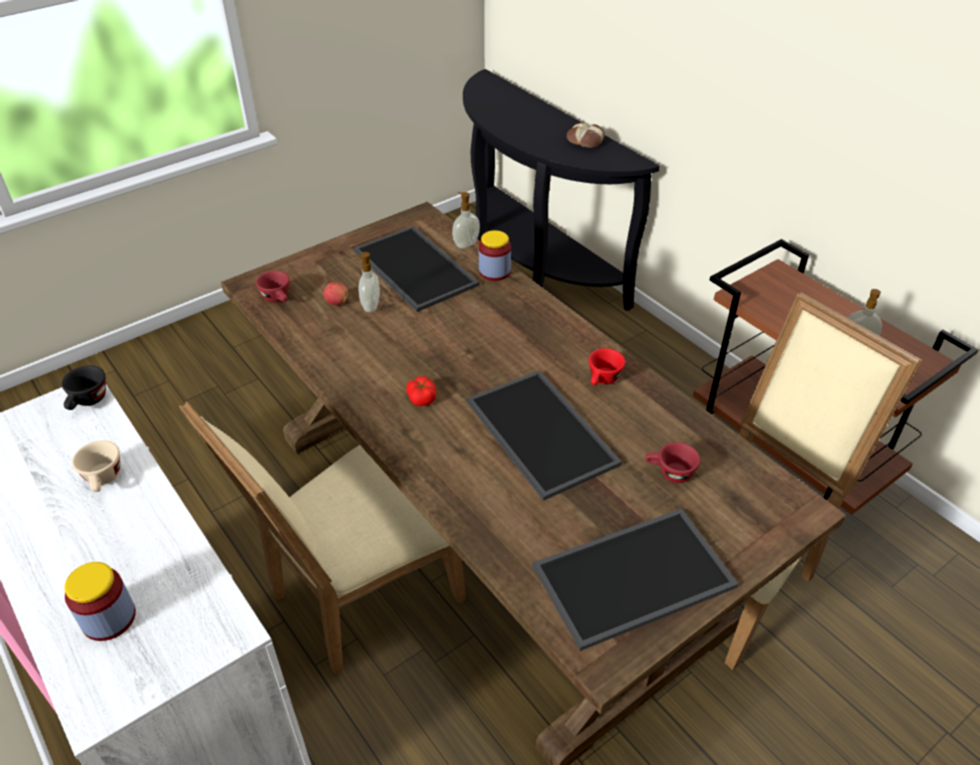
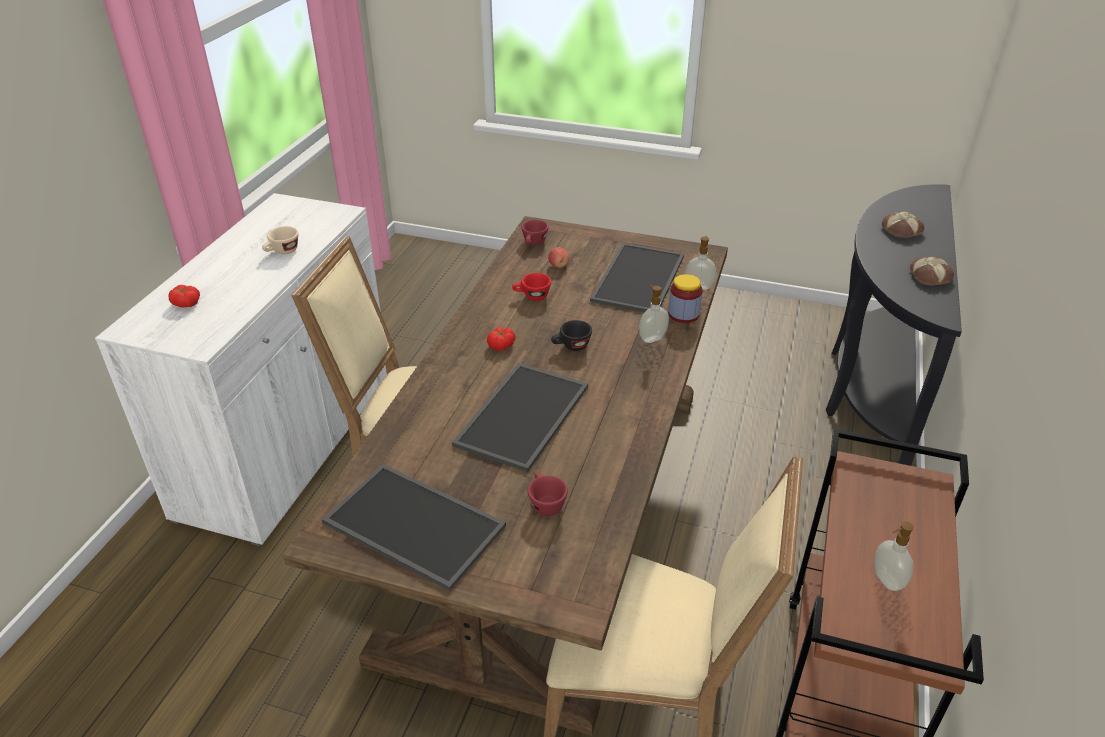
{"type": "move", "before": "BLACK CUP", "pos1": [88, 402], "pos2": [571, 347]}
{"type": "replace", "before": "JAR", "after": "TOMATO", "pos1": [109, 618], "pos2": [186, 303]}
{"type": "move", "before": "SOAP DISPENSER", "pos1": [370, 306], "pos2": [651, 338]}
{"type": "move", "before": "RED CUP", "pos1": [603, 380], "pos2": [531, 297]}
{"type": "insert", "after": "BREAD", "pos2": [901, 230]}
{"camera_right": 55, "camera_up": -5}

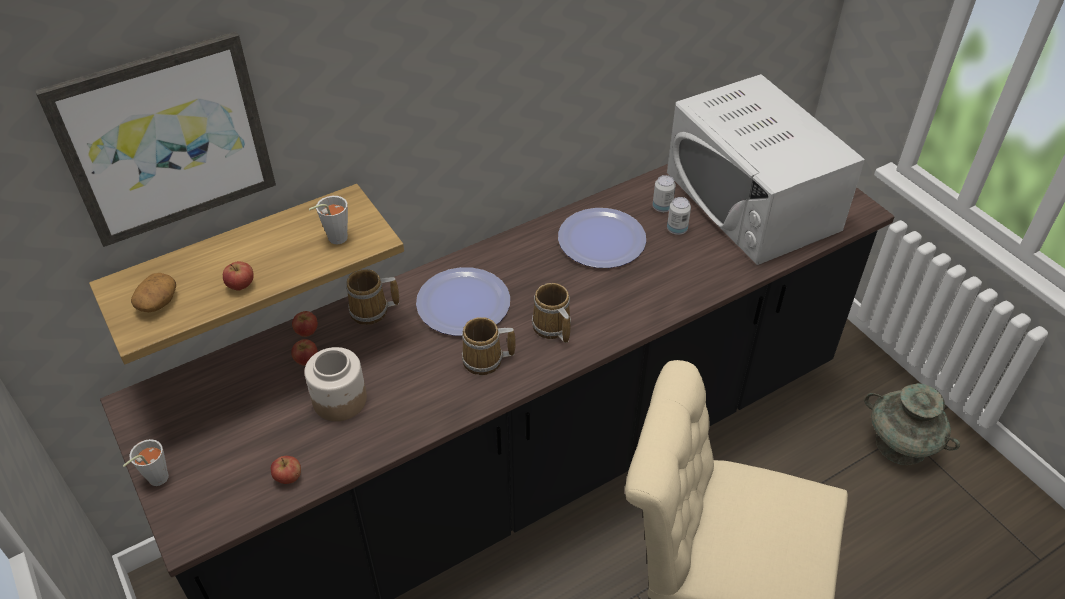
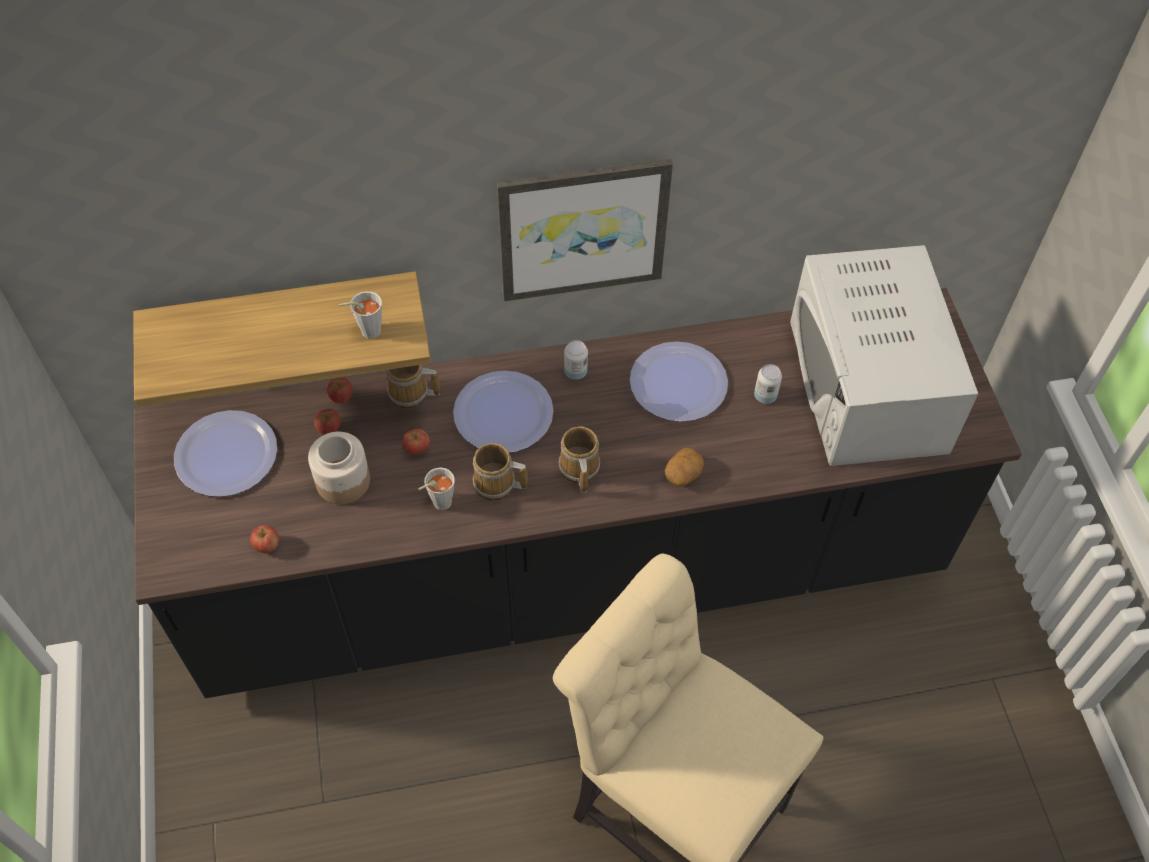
{"type": "move", "before": "PICTURE", "pos1": [165, 139], "pos2": [582, 229]}
{"type": "move", "before": "GREY CUP", "pos1": [154, 481], "pos2": [438, 504]}
{"type": "move", "before": "POTATO", "pos1": [158, 302], "pos2": [683, 474]}
{"type": "move", "before": "APPLE", "pos1": [241, 286], "pos2": [417, 449]}
{"type": "move", "before": "CAN", "pos1": [662, 207], "pos2": [575, 372]}
{"type": "delete", "before": "TURQUOISE VASE", "pos1": [900, 444]}
{"type": "insert", "after": "PLATE", "pos2": [227, 455]}
{"camera_right": 20, "camera_up": 10}

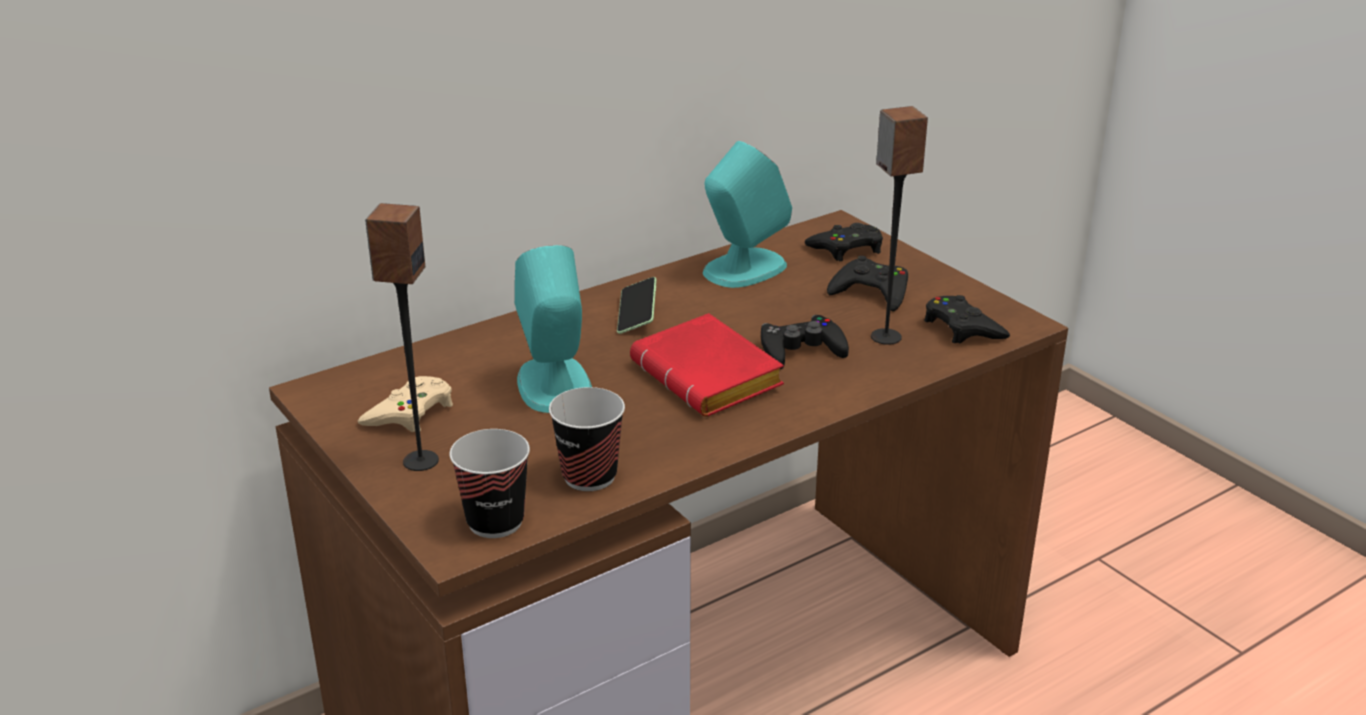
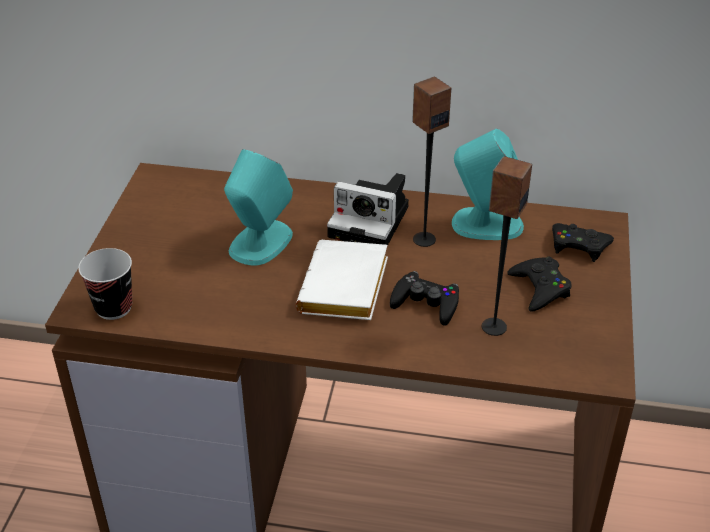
{"type": "delete", "before": "BEIGE GAME CONTROLLER", "pos1": [410, 413]}
{"type": "move", "before": "SPEAKER", "pos1": [420, 461], "pos2": [424, 239]}
{"type": "delete", "before": "CUP", "pos1": [589, 476]}
{"type": "replace", "before": "PHONE", "after": "PHOTO CAMERA", "pos1": [637, 315], "pos2": [372, 222]}
{"type": "recolor", "before": "RED BOOK", "after": "WHITE BOOK", "pos1": [712, 378], "pos2": [346, 290]}
{"type": "delete", "before": "BLACK GAME CONTROLLER", "pos1": [962, 328]}
{"camera_right": 45, "camera_up": 10}

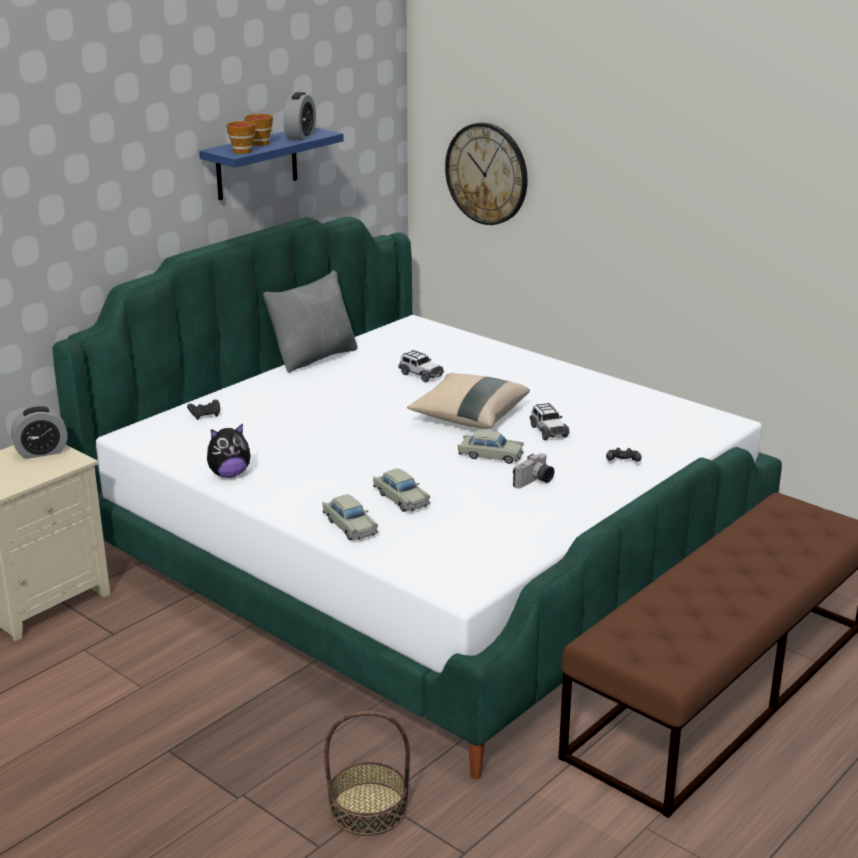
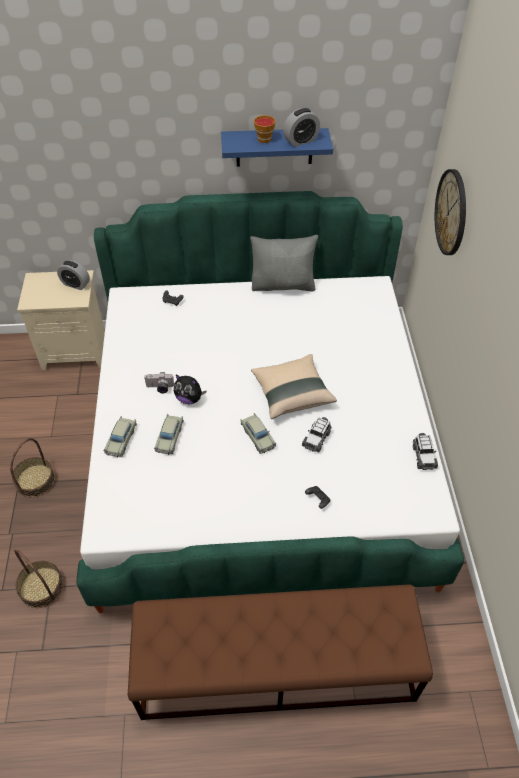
{"type": "move", "before": "PLUSH TOY", "pos1": [229, 474], "pos2": [189, 398]}
{"type": "delete", "before": "CUP", "pos1": [240, 151]}
{"type": "move", "before": "TOY CAR", "pos1": [420, 375], "pos2": [423, 456]}
{"type": "move", "before": "PHOTO CAMERA", "pos1": [535, 482], "pos2": [160, 388]}
{"type": "insert", "after": "BASKET", "pos2": [35, 480]}
{"camera_right": 45, "camera_up": 25}

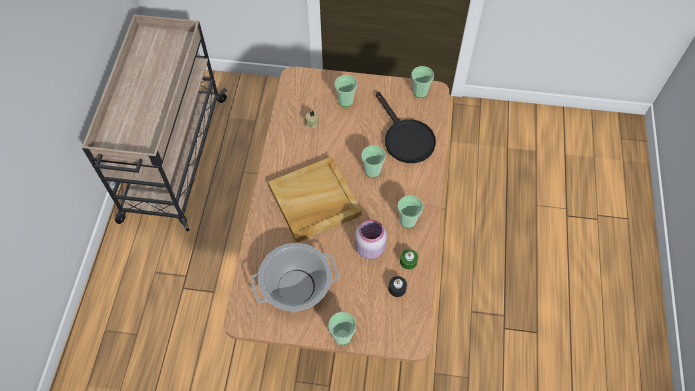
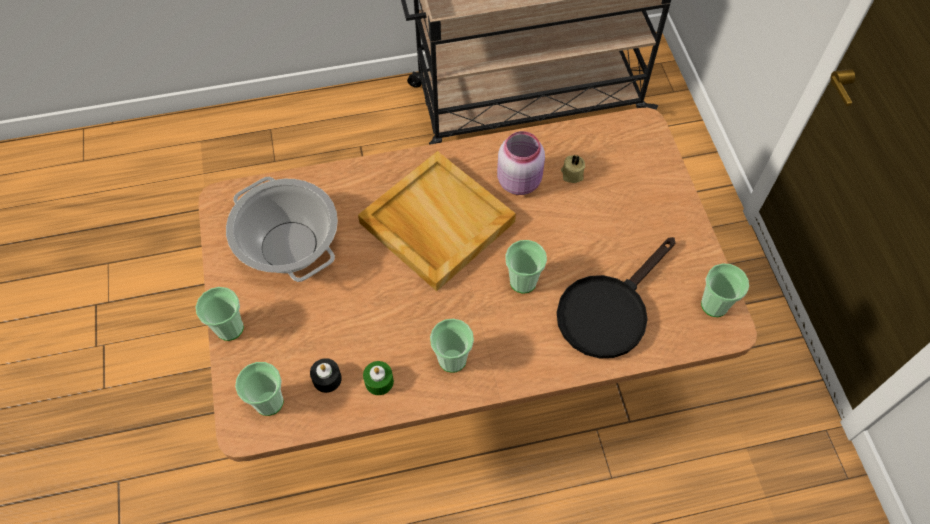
{"type": "move", "before": "CUP", "pos1": [345, 101], "pos2": [269, 402]}
{"type": "move", "before": "PINK JAR", "pos1": [369, 247], "pos2": [520, 181]}
{"camera_right": 70, "camera_up": 0}

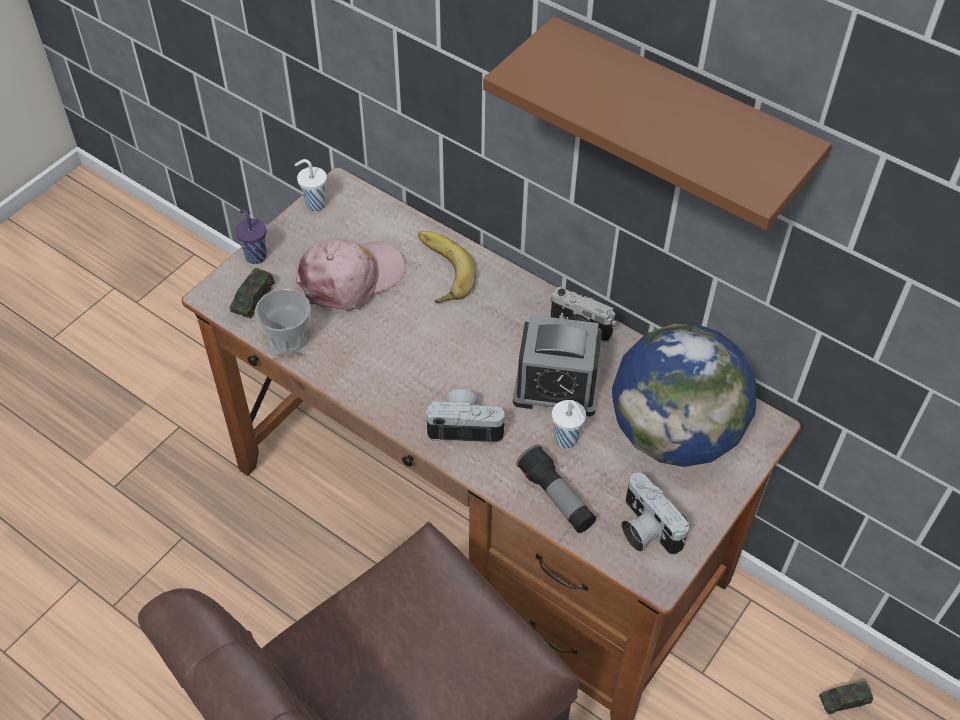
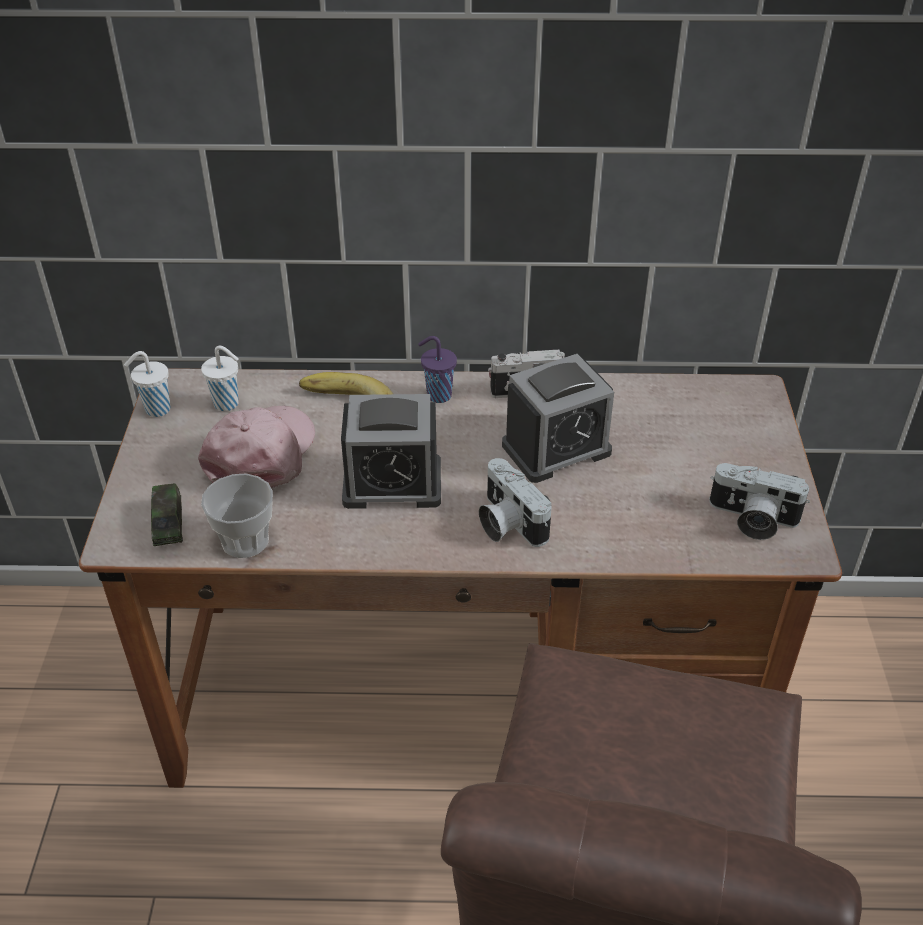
{"type": "move", "before": "PURPLE CUP", "pos1": [255, 255], "pos2": [437, 395]}
{"type": "rotate", "before": "PHOTO CAMERA", "pos1": [466, 426], "pos2": [506, 523], "turn": -90}
{"type": "delete", "before": "BROWN SHELF", "pos1": [677, 124]}
{"type": "delete", "before": "FLASHLIGHT", "pos1": [556, 497]}
{"type": "move", "before": "WHITE CUP", "pos1": [567, 440], "pos2": [228, 404]}
{"type": "delete", "before": "GLOBE", "pos1": [674, 434]}
{"type": "delete", "before": "TOY CAR", "pos1": [844, 700]}
{"type": "insert", "after": "ALARM CLOCK", "pos2": [392, 483]}
{"camera_right": -35, "camera_up": -10}

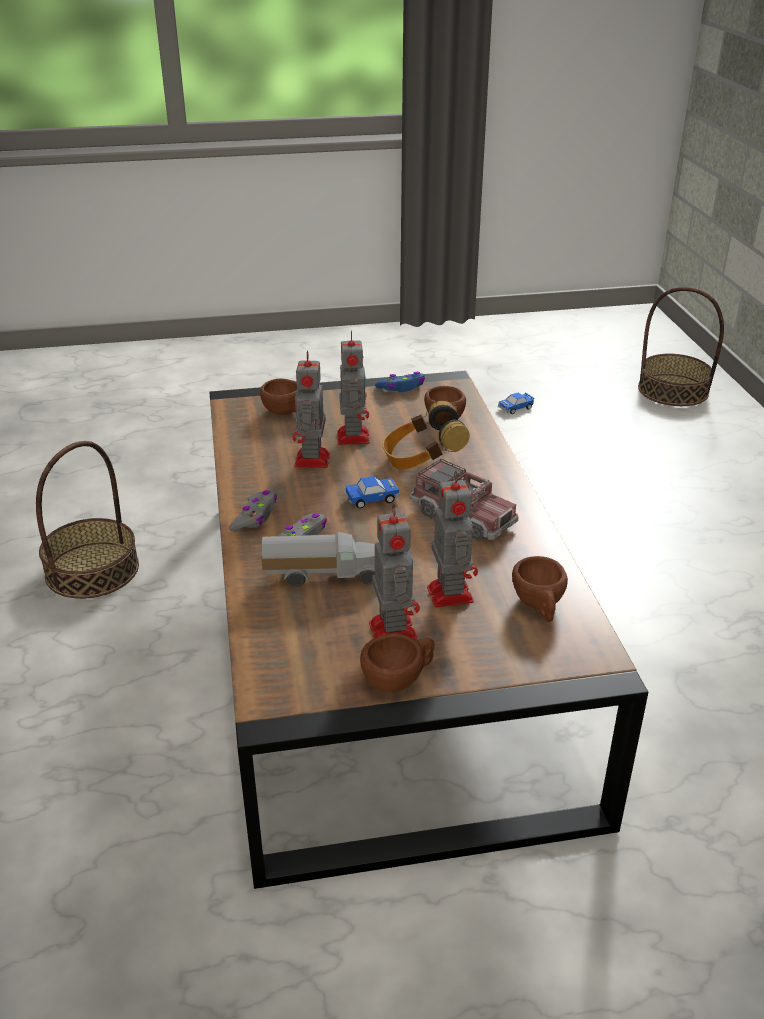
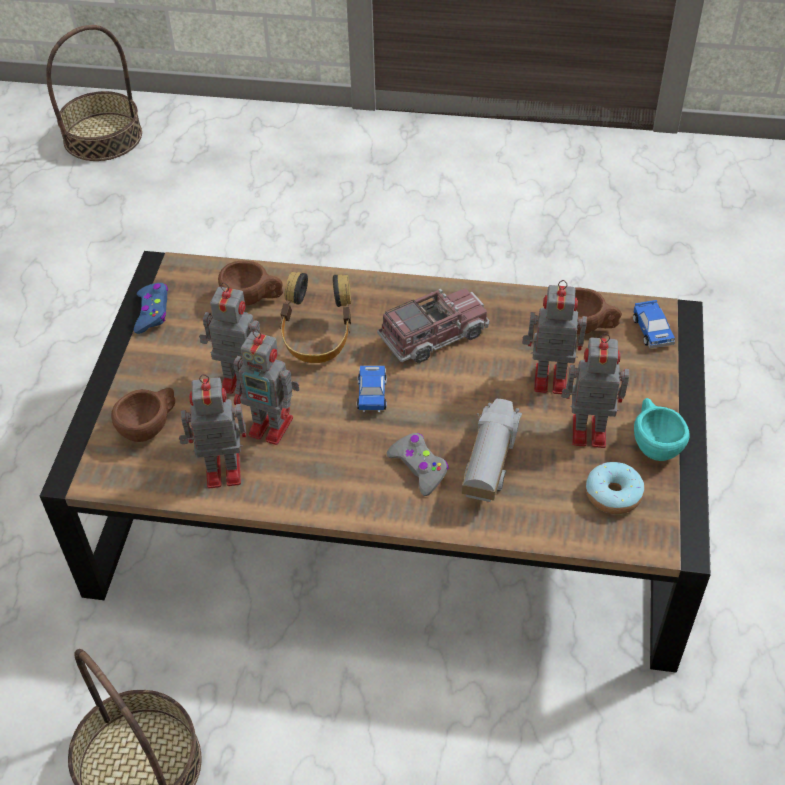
{"type": "delete", "before": "GREY GAME CONTROLLER", "pos1": [255, 517]}
{"type": "recolor", "before": "BROWN CUP", "after": "TURQUOISE CUP", "pos1": [399, 679], "pos2": [653, 442]}
{"type": "move", "before": "TOY CAR", "pos1": [516, 408], "pos2": [652, 330]}
{"type": "insert", "after": "TOY ROBOT", "pos2": [220, 471]}
{"type": "insert", "after": "DONUT", "pos2": [613, 495]}
{"camera_right": -70, "camera_up": 15}

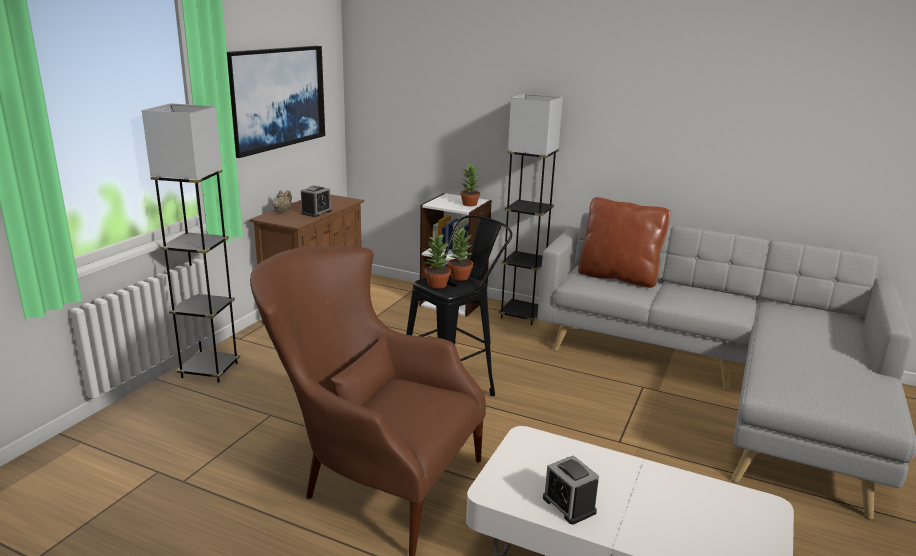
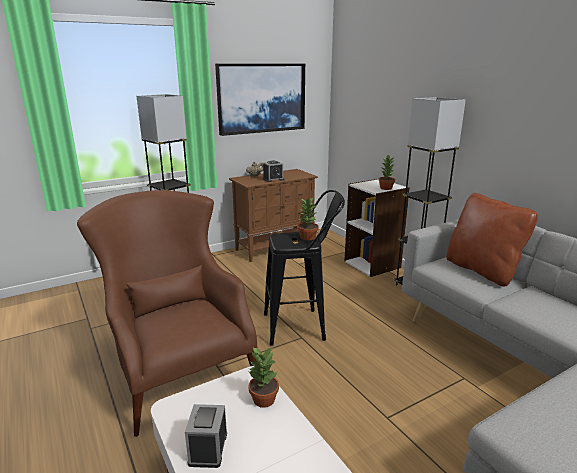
{"type": "move", "before": "POTTED PLANT", "pos1": [436, 285], "pos2": [263, 399]}
{"camera_right": 35, "camera_up": 0}

